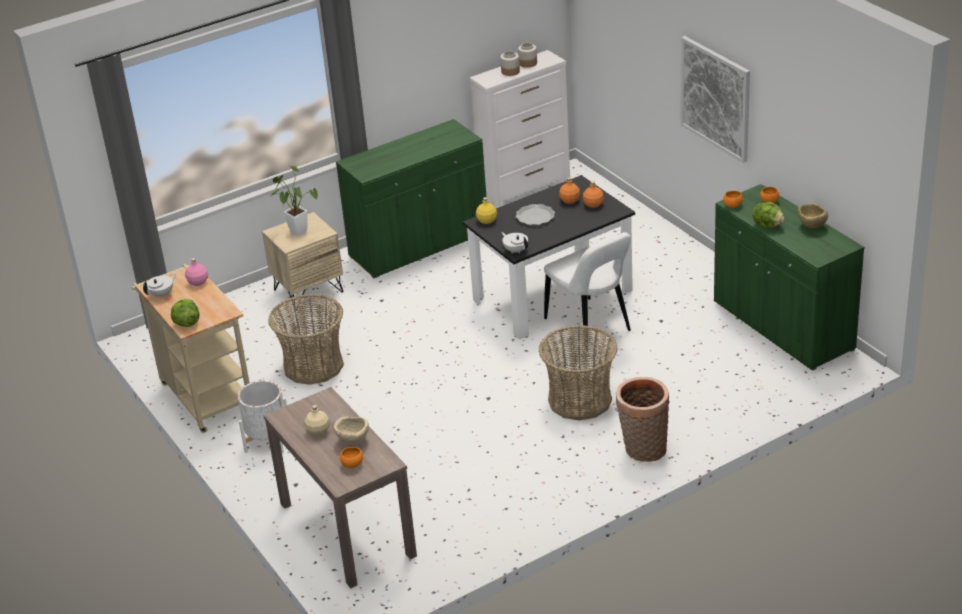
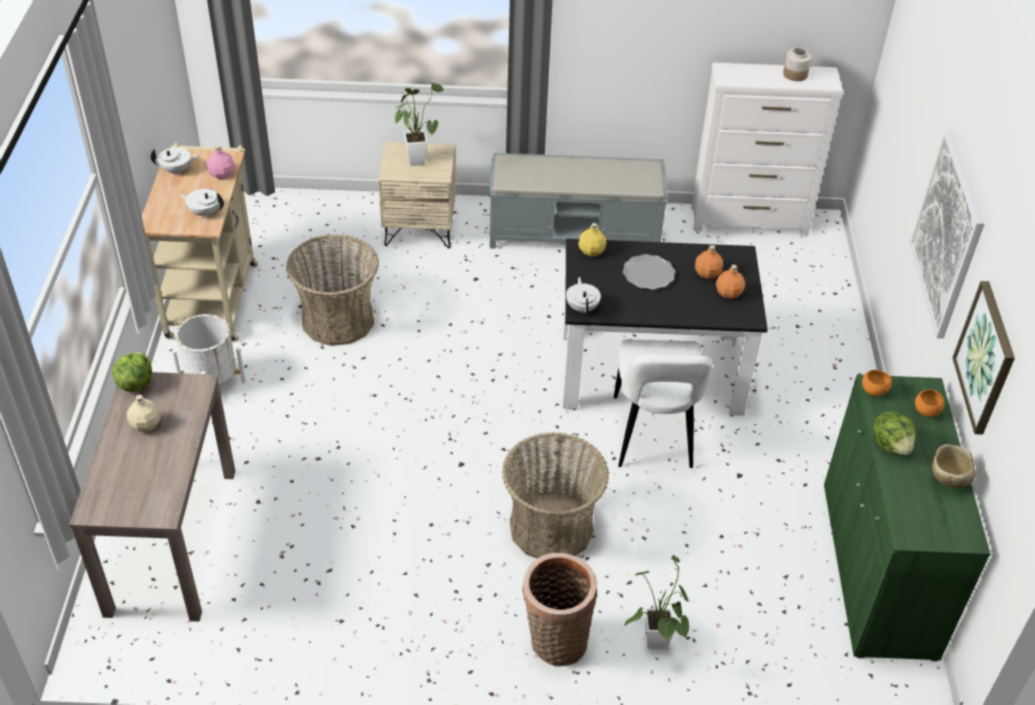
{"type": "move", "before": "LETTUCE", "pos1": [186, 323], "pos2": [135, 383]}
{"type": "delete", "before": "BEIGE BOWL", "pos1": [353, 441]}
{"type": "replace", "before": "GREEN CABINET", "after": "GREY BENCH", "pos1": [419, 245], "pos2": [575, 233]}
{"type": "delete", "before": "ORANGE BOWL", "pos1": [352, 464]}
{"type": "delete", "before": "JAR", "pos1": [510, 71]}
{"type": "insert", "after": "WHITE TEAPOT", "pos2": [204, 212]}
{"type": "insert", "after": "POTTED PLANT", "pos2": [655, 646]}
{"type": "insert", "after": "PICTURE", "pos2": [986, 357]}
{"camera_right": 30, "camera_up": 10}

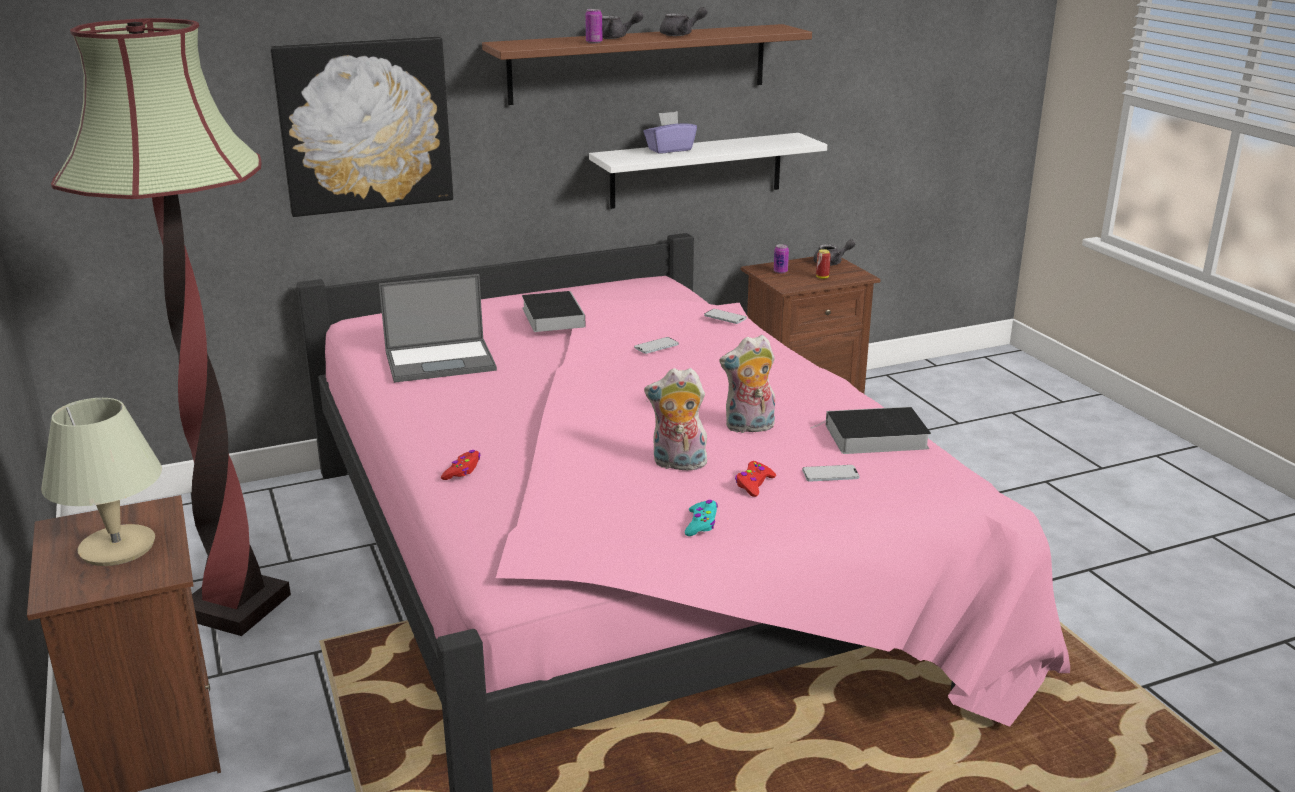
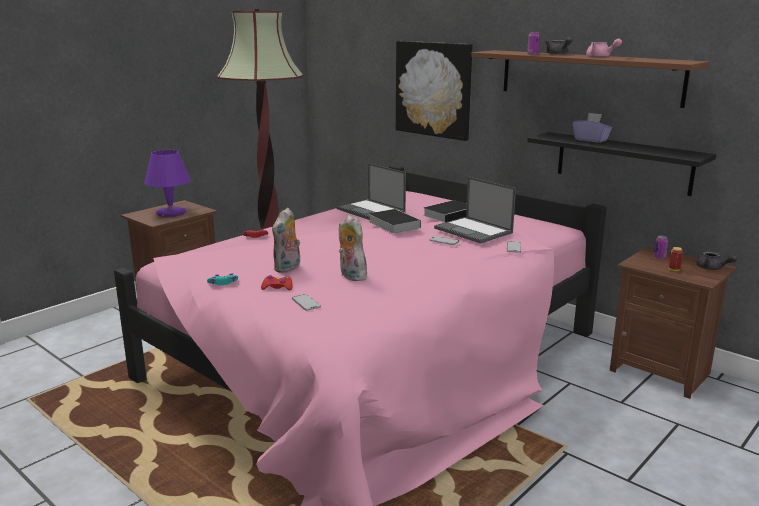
{"type": "recolor", "before": "BEIGE TABLE LAMP", "after": "PURPLE TABLE LAMP", "pos1": [118, 547], "pos2": [171, 212]}
{"type": "recolor", "before": "WHITE SHELF", "after": "BLACK SHELF", "pos1": [696, 170], "pos2": [623, 163]}
{"type": "rotate", "before": "PLUSH TOY", "pos1": [677, 464], "pos2": [288, 268], "turn": -135}
{"type": "recolor", "before": "GREY TEAPOT", "after": "PINK TEAPOT", "pos1": [681, 34], "pos2": [601, 57]}
{"type": "move", "before": "BOOK", "pos1": [873, 437], "pos2": [392, 224]}
{"type": "insert", "after": "LAPTOP", "pos2": [474, 231]}
{"camera_right": 65, "camera_up": -5}

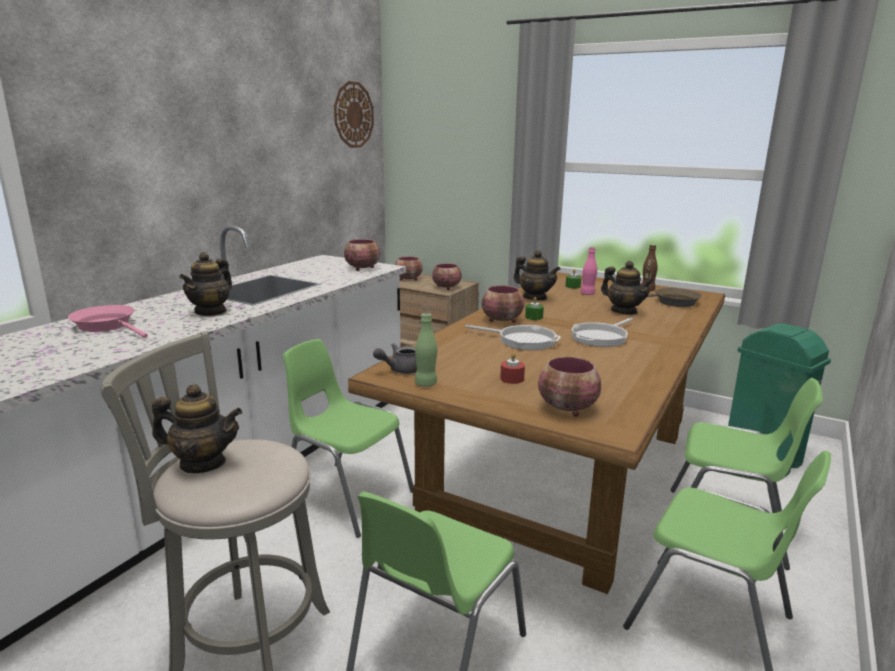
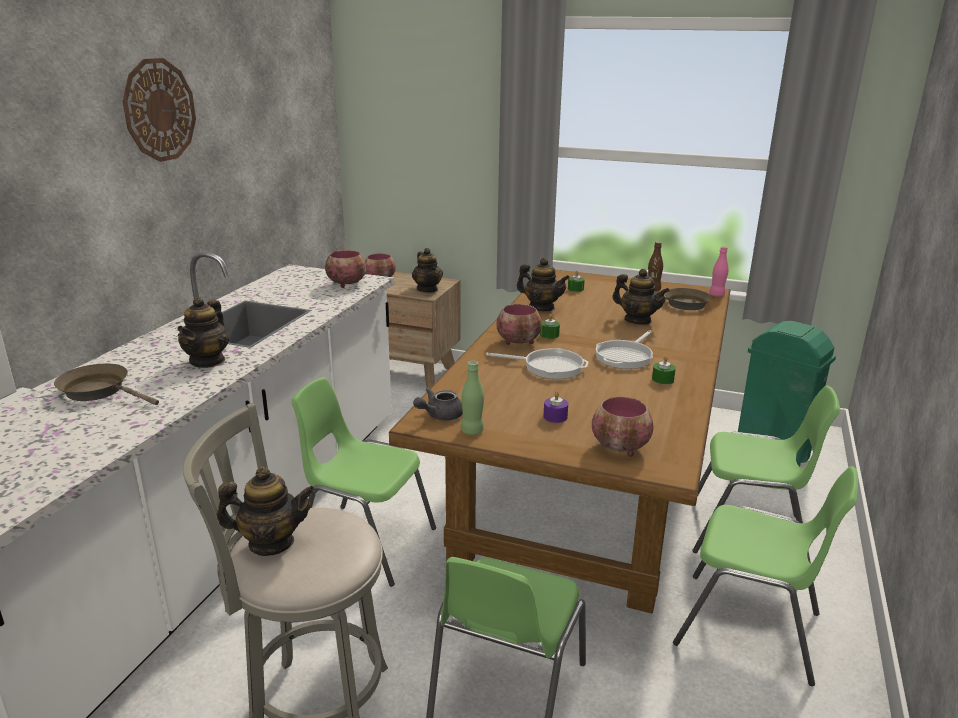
{"type": "recolor", "before": "PINK FRYING PAN", "after": "BROWN FRYING PAN", "pos1": [108, 326], "pos2": [100, 391]}
{"type": "move", "before": "WALL CLOCK", "pos1": [353, 115], "pos2": [159, 110]}
{"type": "replace", "before": "BOWL", "after": "TEAPOT", "pos1": [446, 287], "pos2": [427, 289]}
{"type": "recolor", "before": "RED CANDLE", "after": "PURPLE CANDLE", "pos1": [512, 379], "pos2": [555, 417]}
{"type": "move", "before": "PINK BOTTLE", "pos1": [587, 294], "pos2": [716, 295]}
{"type": "insert", "after": "GREEN CANDLE", "pos2": [662, 379]}
{"camera_right": -10, "camera_up": 5}

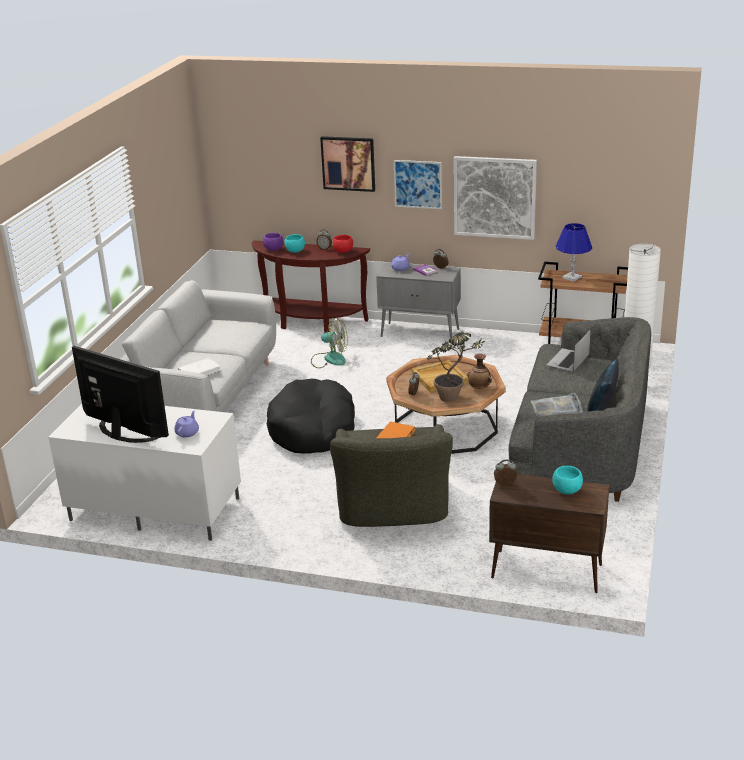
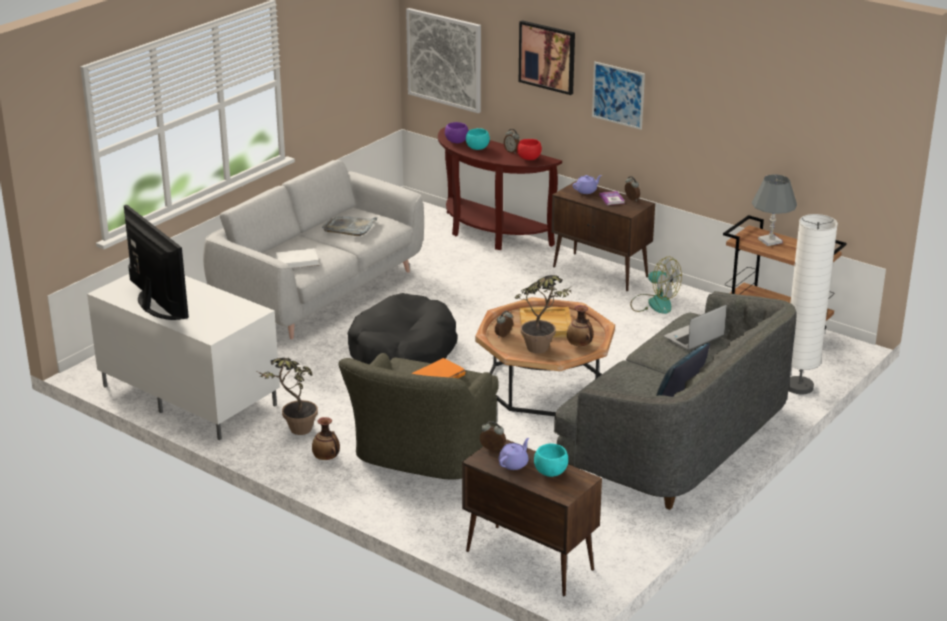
{"type": "move", "before": "PURPLE TEAPOT", "pos1": [187, 432], "pos2": [514, 464]}
{"type": "move", "before": "FAN", "pos1": [329, 359], "pos2": [654, 303]}
{"type": "recolor", "before": "GREY CABINET", "after": "BROWN CABINET", "pos1": [420, 333], "pos2": [601, 272]}
{"type": "move", "before": "PICTURE", "pos1": [494, 197], "pos2": [444, 59]}
{"type": "move", "before": "GREY TRAY", "pos1": [556, 409], "pos2": [350, 227]}
{"type": "recolor", "before": "BLUE TABLE LAMP", "after": "GREY TABLE LAMP", "pos1": [572, 277], "pos2": [770, 241]}
{"type": "insert", "after": "POTTED PLANT", "pos2": [294, 432]}
{"type": "insert", "after": "VASE", "pos2": [326, 458]}
{"camera_right": 20, "camera_up": 0}

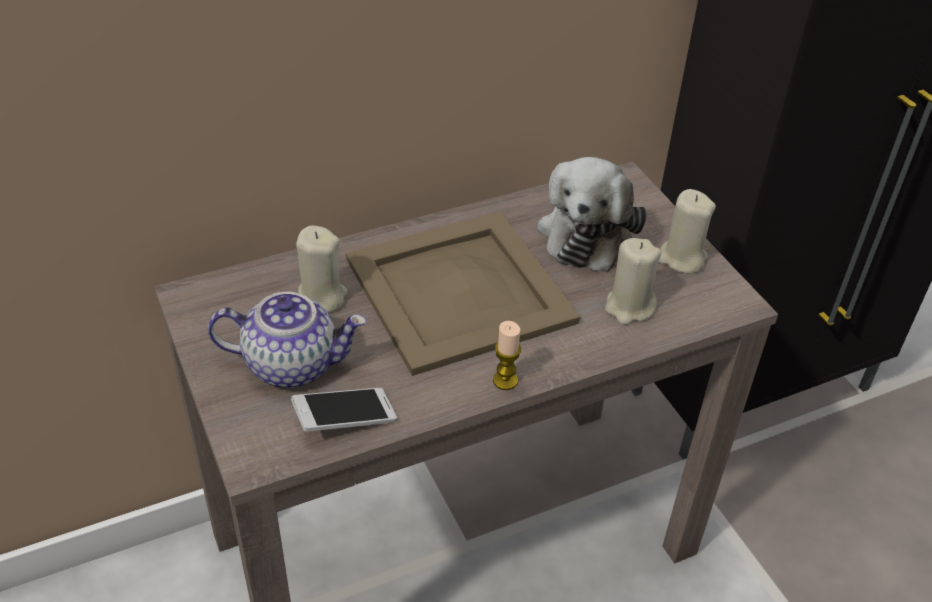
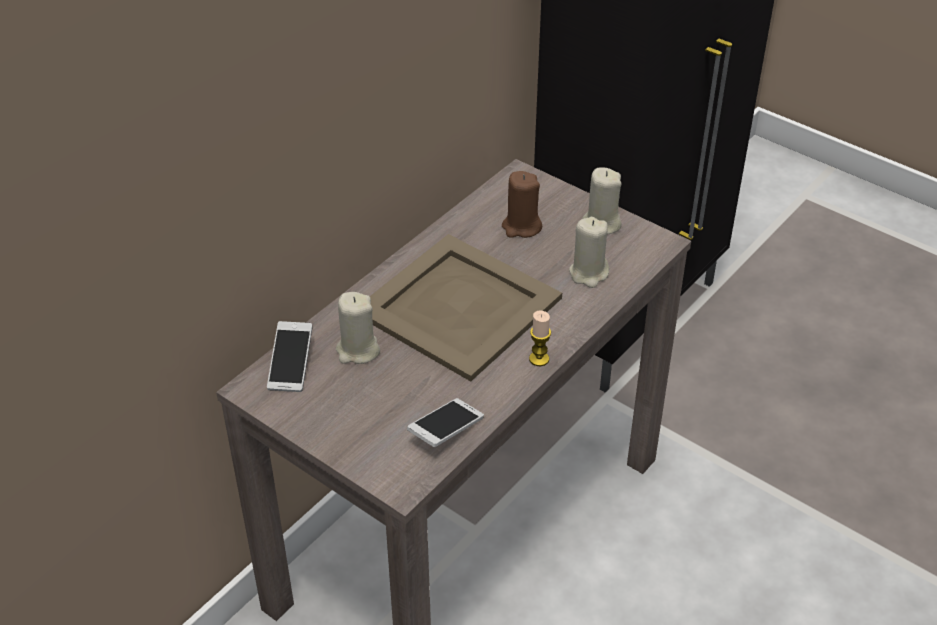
{"type": "delete", "before": "TEAPOT", "pos1": [292, 364]}
{"type": "replace", "before": "PLUSH TOY", "after": "BROWN CANDLE", "pos1": [588, 232], "pos2": [521, 227]}
{"type": "insert", "after": "PHONE", "pos2": [291, 365]}
{"camera_right": -25, "camera_up": 0}

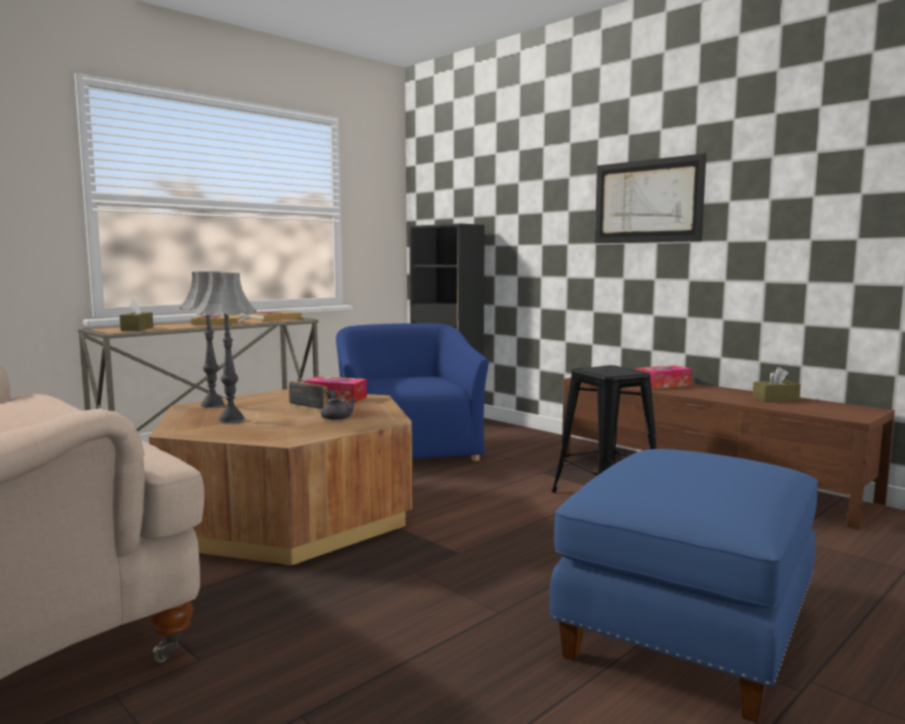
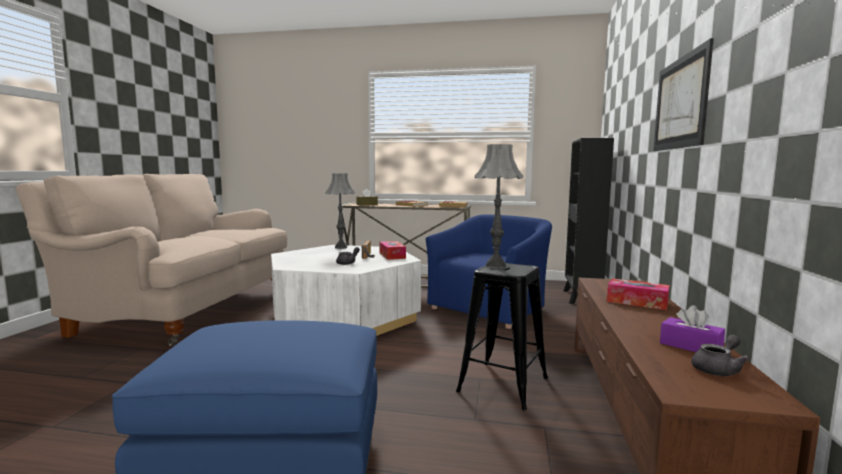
{"type": "recolor", "before": "BROWN COFFEE TABLE", "after": "WHITE COFFEE TABLE", "pos1": [288, 514], "pos2": [344, 316]}
{"type": "move", "before": "GREY TABLE LAMP", "pos1": [231, 420], "pos2": [495, 266]}
{"type": "recolor", "before": "BROWN TISSUE BOX", "after": "PURPLE TISSUE BOX", "pos1": [775, 399], "pos2": [690, 346]}
{"type": "insert", "after": "GREY TEAPOT", "pos2": [718, 369]}
{"camera_right": 55, "camera_up": 0}

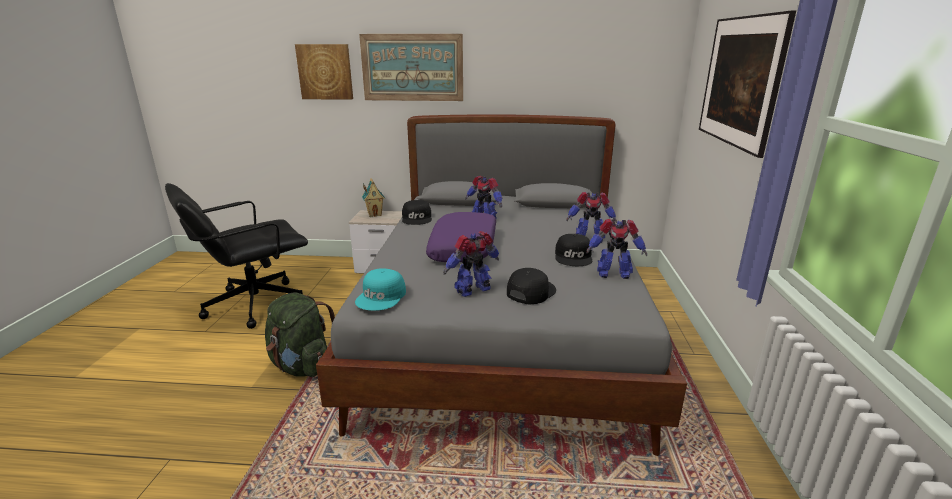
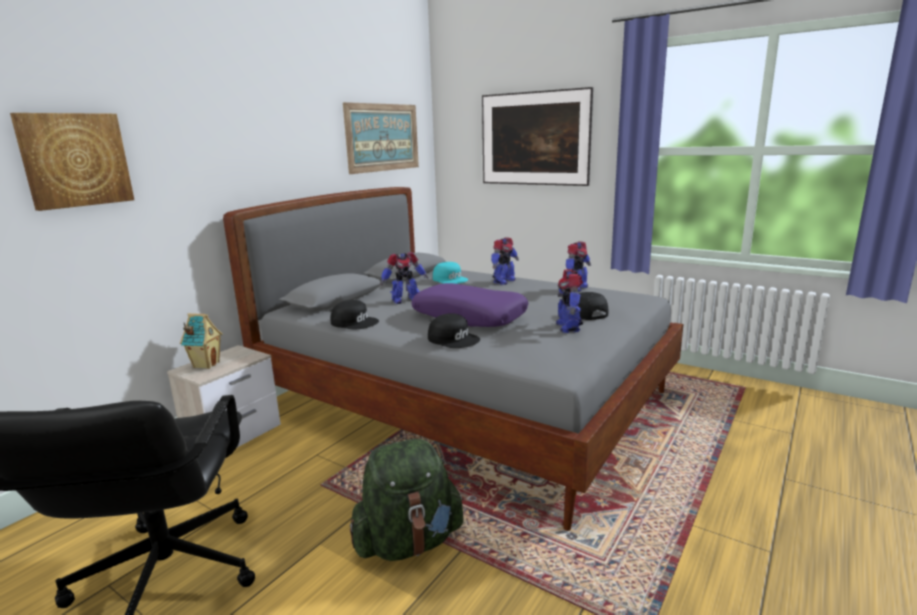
{"type": "move", "before": "TURQUOISE CAP", "pos1": [382, 297], "pos2": [450, 279]}
{"type": "move", "before": "PICTURE", "pos1": [412, 67], "pos2": [383, 137]}
{"type": "move", "before": "BLACK CAP", "pos1": [574, 257], "pos2": [453, 339]}
{"camera_right": -60, "camera_up": -5}

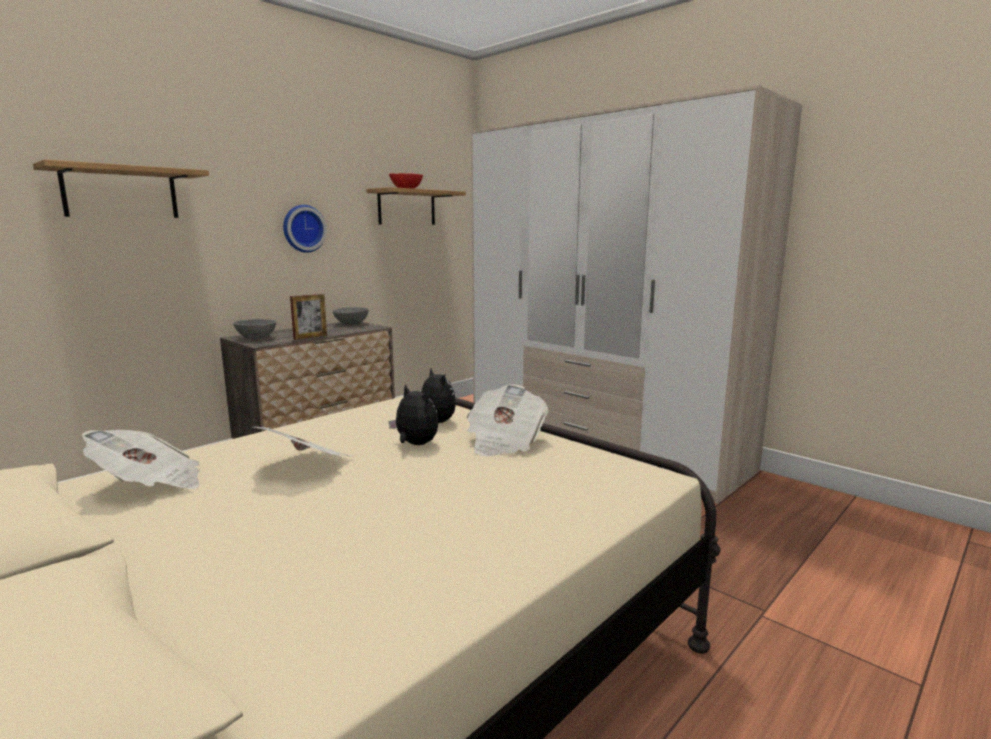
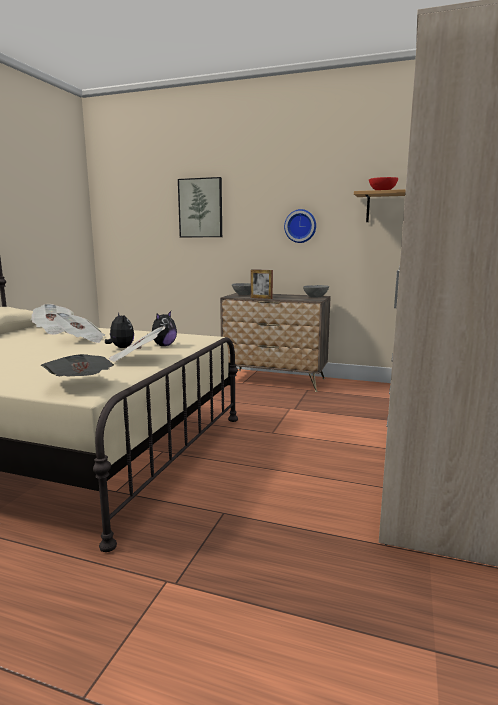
{"type": "replace", "before": "SHELF", "after": "PICTURE", "pos1": [121, 193], "pos2": [200, 208]}
{"type": "rotate", "before": "PLUSH TOY", "pos1": [415, 444], "pos2": [121, 348], "turn": -45}
{"type": "insert", "after": "NEWSPAPER", "pos2": [81, 384]}
{"camera_right": 65, "camera_up": 0}

